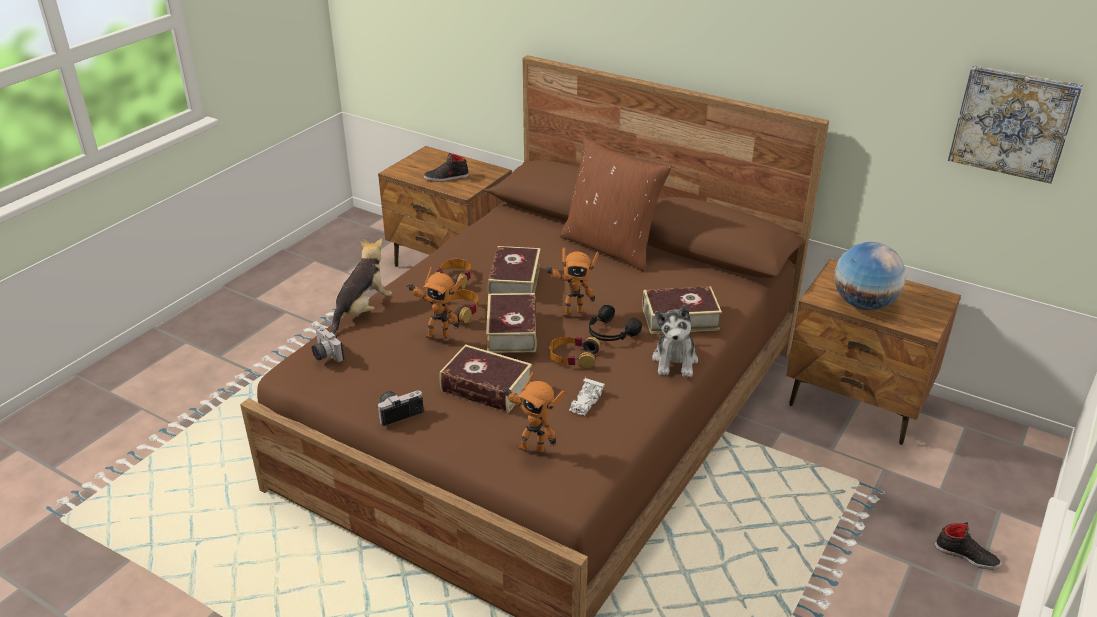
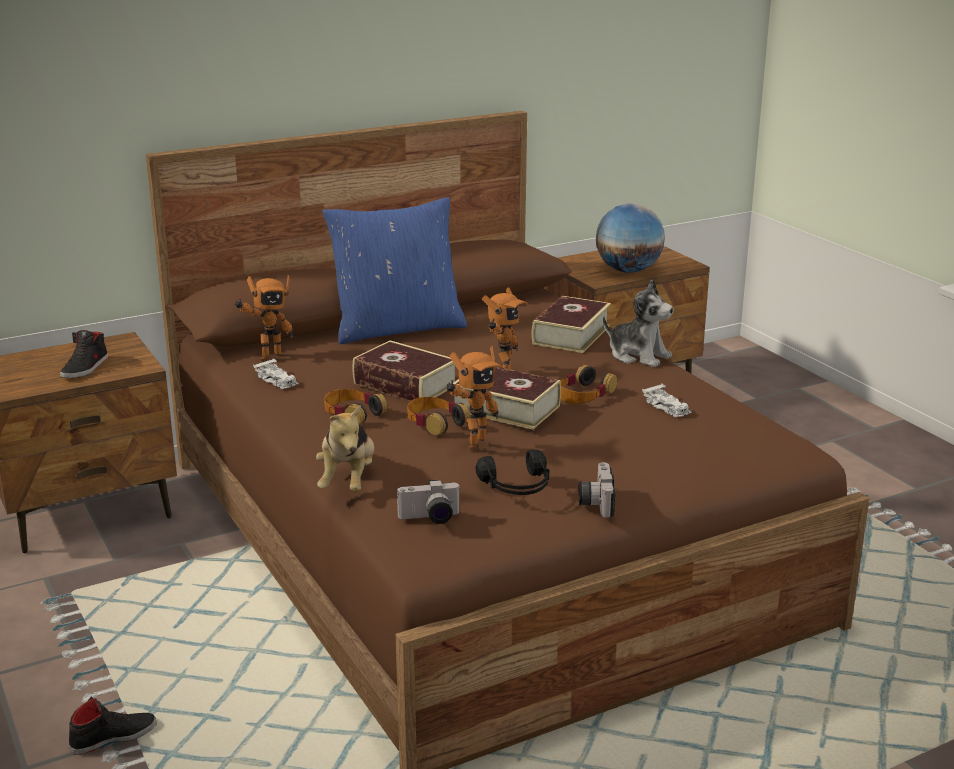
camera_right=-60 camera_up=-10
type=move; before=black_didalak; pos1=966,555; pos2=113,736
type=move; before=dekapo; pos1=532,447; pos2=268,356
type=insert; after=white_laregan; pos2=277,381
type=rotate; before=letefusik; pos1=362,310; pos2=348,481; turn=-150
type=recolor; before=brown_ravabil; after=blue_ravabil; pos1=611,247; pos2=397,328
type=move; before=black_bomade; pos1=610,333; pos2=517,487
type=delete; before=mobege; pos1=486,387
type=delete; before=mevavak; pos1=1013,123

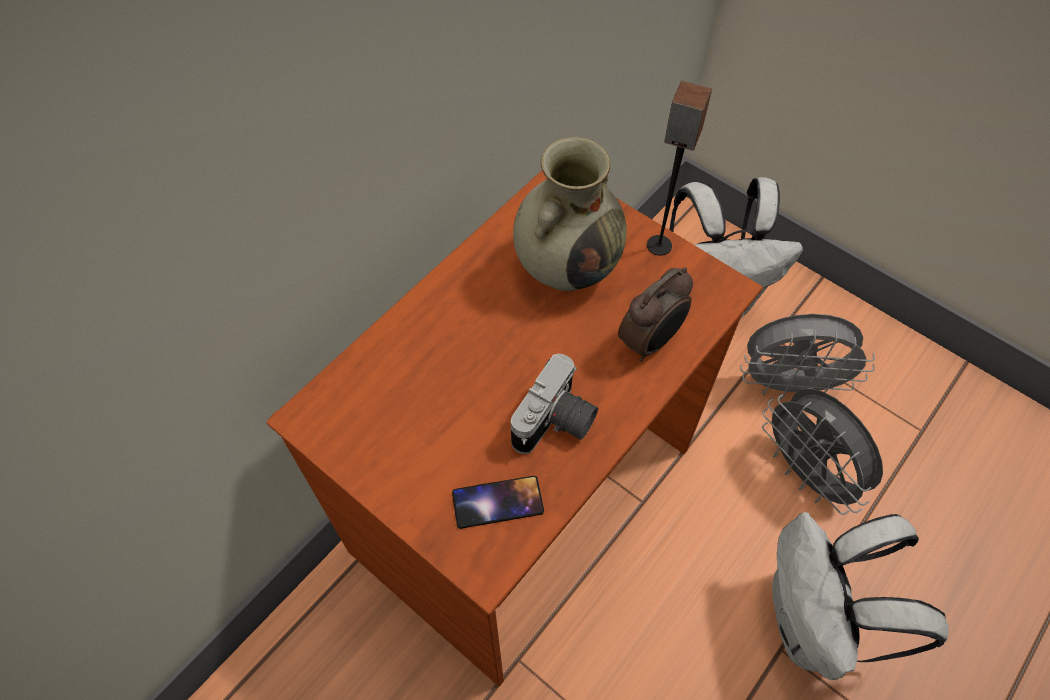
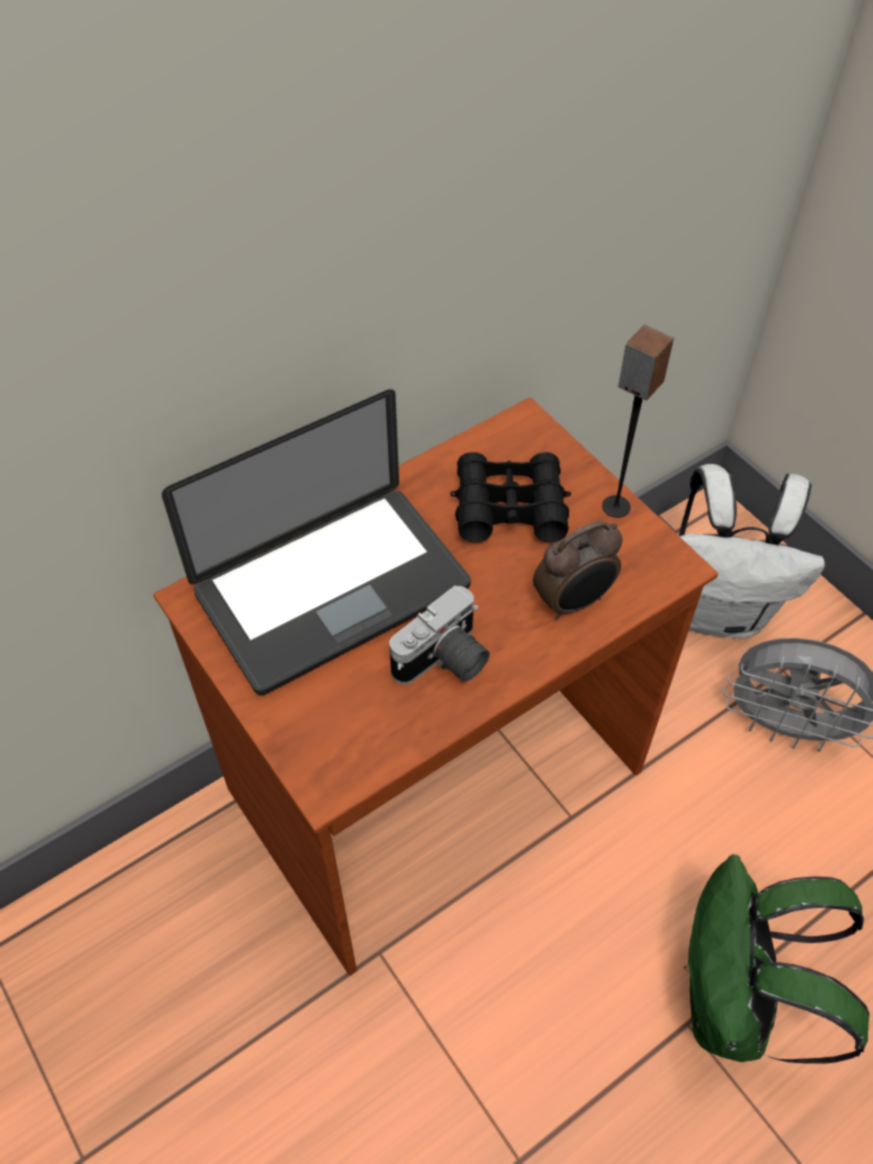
camera_right=15 camera_up=-5
type=insert; after=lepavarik; pos2=332,590
type=replace; before=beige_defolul; after=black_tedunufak; pos1=567,266; pos2=509,507
type=recolor; before=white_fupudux; after=green_fupudux; pos1=811,623; pos2=733,1005
type=delete; before=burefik; pos1=497,502
type=delete; before=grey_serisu; pos1=806,472

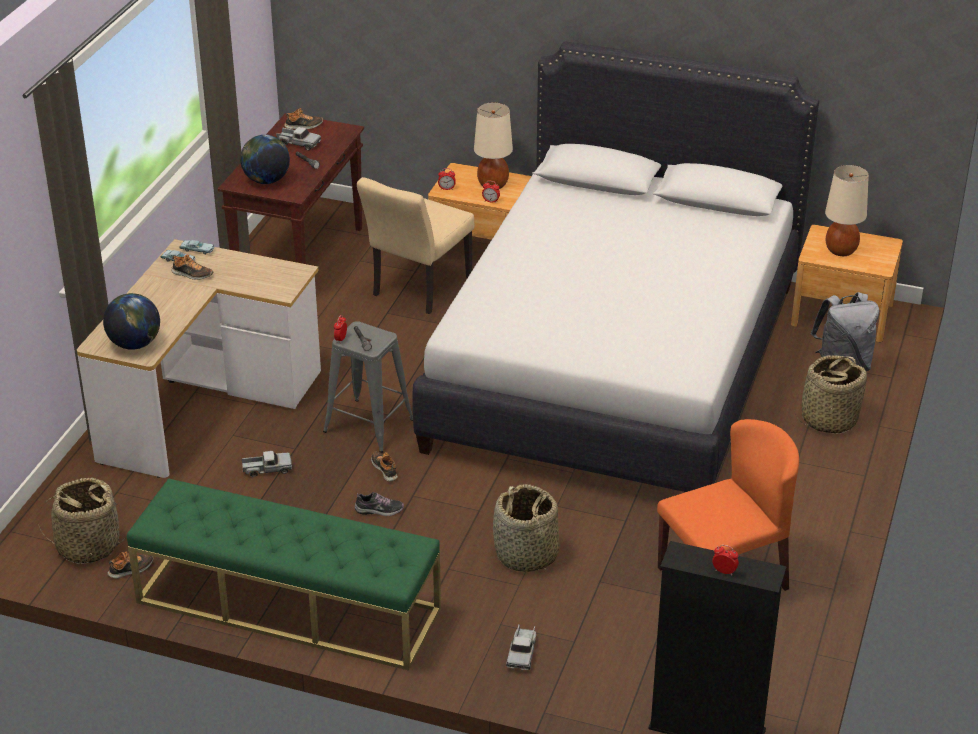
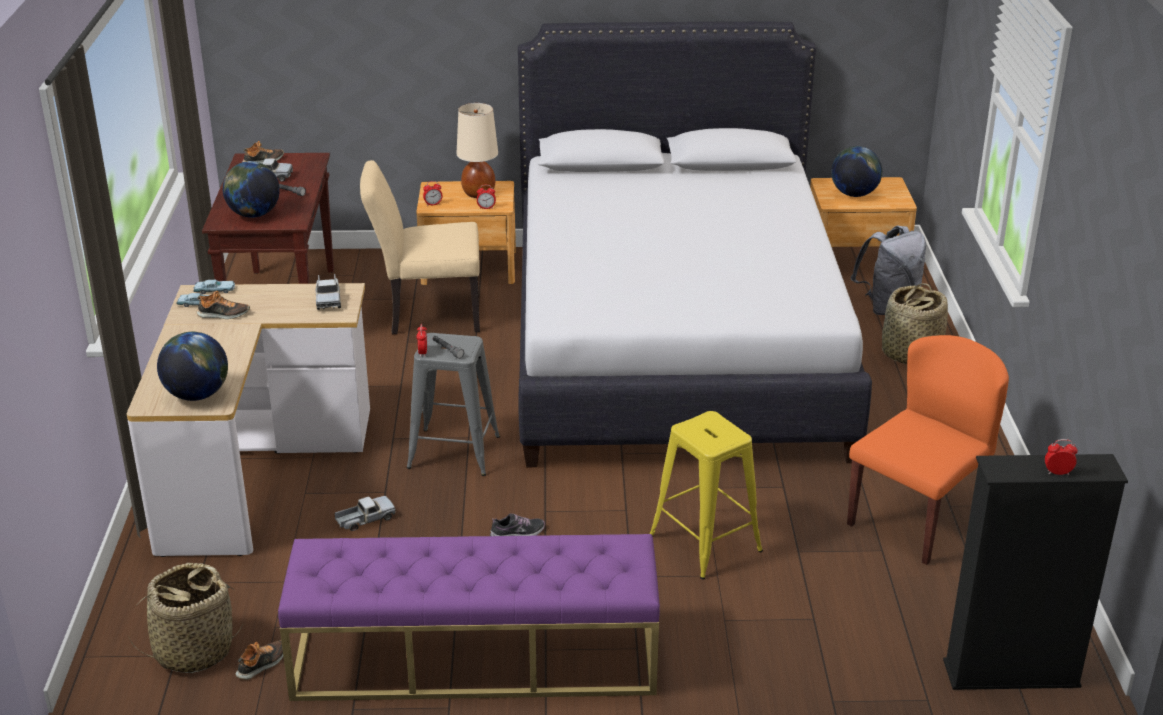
camera_right=-20 camera_up=-5
type=recolor; before=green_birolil; after=purple_birolil; pos1=287,605; pos2=474,659
type=move; before=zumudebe; pos1=522,653; pos2=328,299
type=rotate; before=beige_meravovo; pos1=417,290; pos2=426,315; turn=75
type=replace; before=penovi; after=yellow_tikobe; pos1=526,555; pos2=705,543
type=replace; before=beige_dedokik; after=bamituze; pos1=841,250; pos2=854,194
type=delete; before=didalak; pos1=385,469

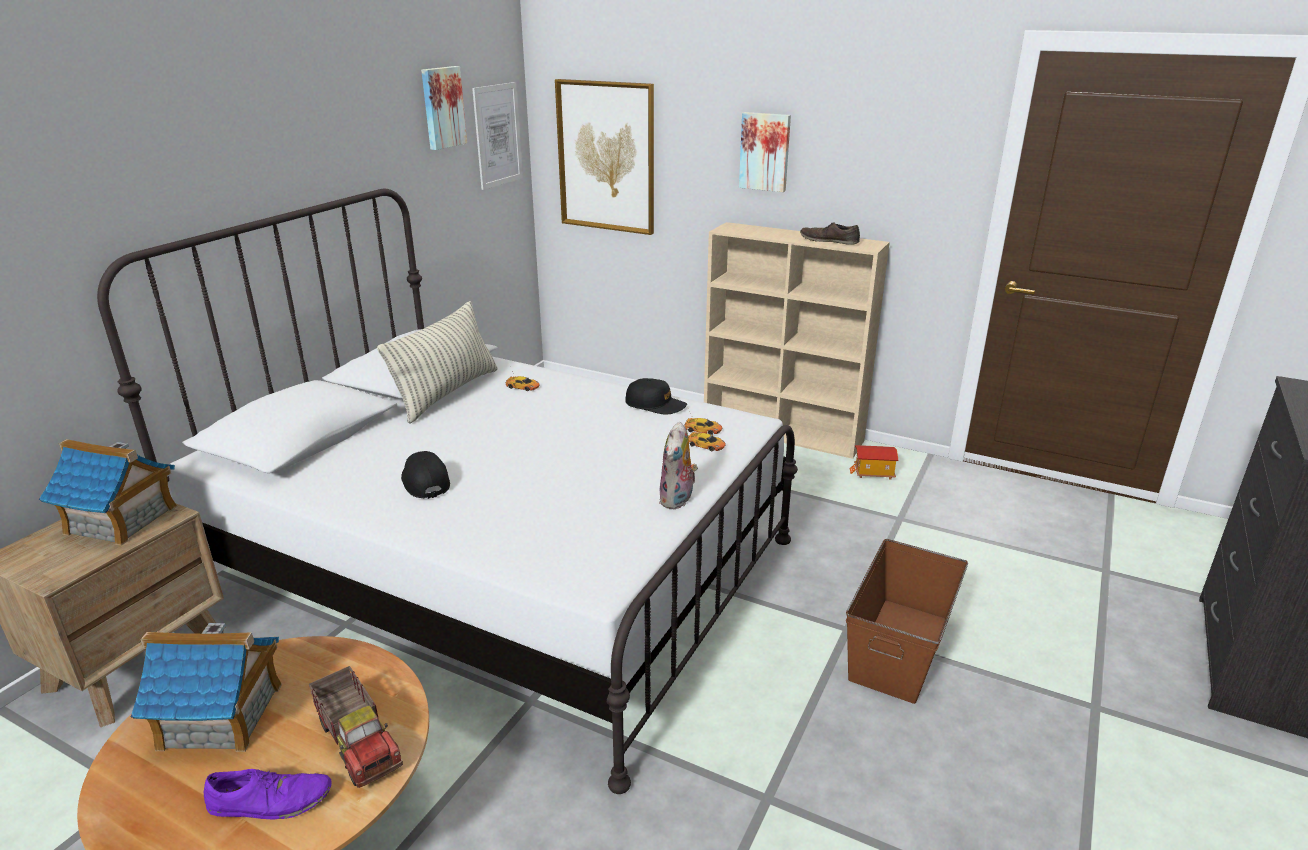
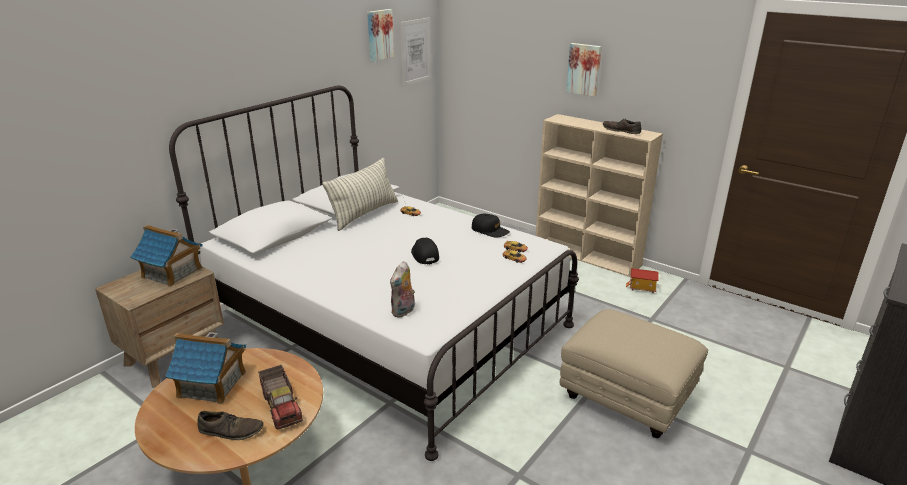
camera_right=10 camera_up=0
type=recolor; before=purple_didalak; after=brown_didalak; pos1=271,801; pos2=231,430
type=move; before=letefusik; pos1=678,500; pos2=404,311
type=move; before=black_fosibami; pos1=425,482; pos2=424,255
type=replace; before=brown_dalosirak; after=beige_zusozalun; pos1=900,647; pos2=628,399
type=delete; before=mevavak; pos1=606,157

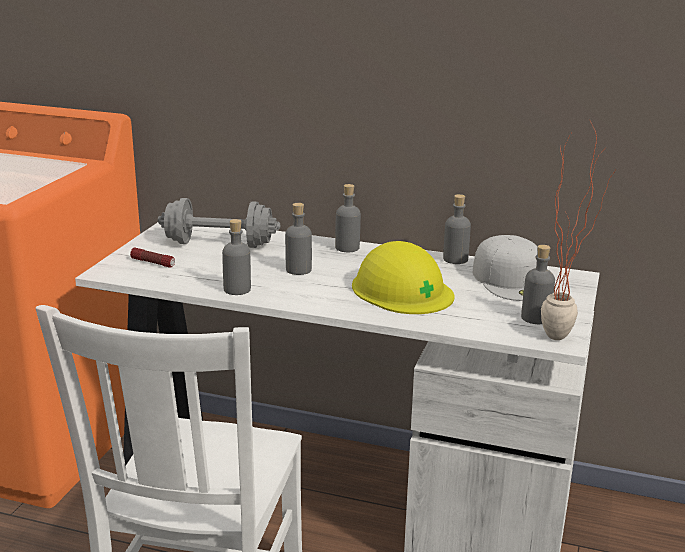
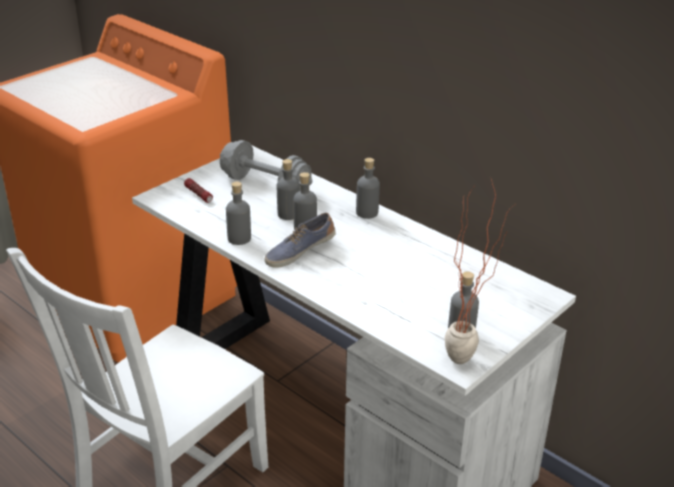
camera_right=25 camera_up=10
type=insert; after=didalak; pos2=299,252
type=move; before=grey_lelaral; pos1=455,259; pos2=288,214
type=delete; before=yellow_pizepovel; pos1=402,290
type=delete; before=white_fosibami; pos1=513,280

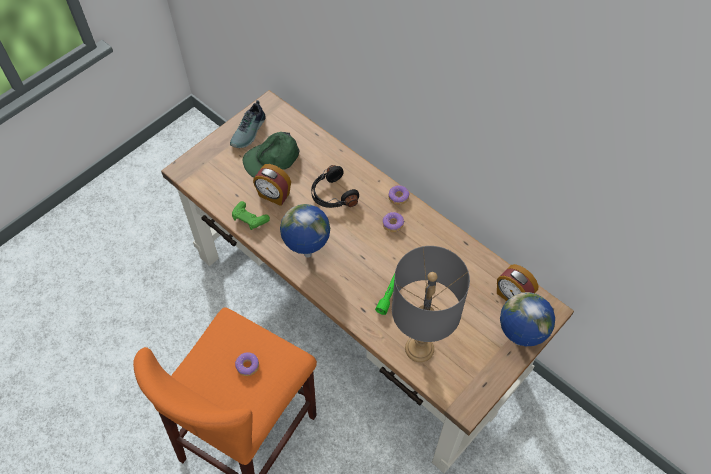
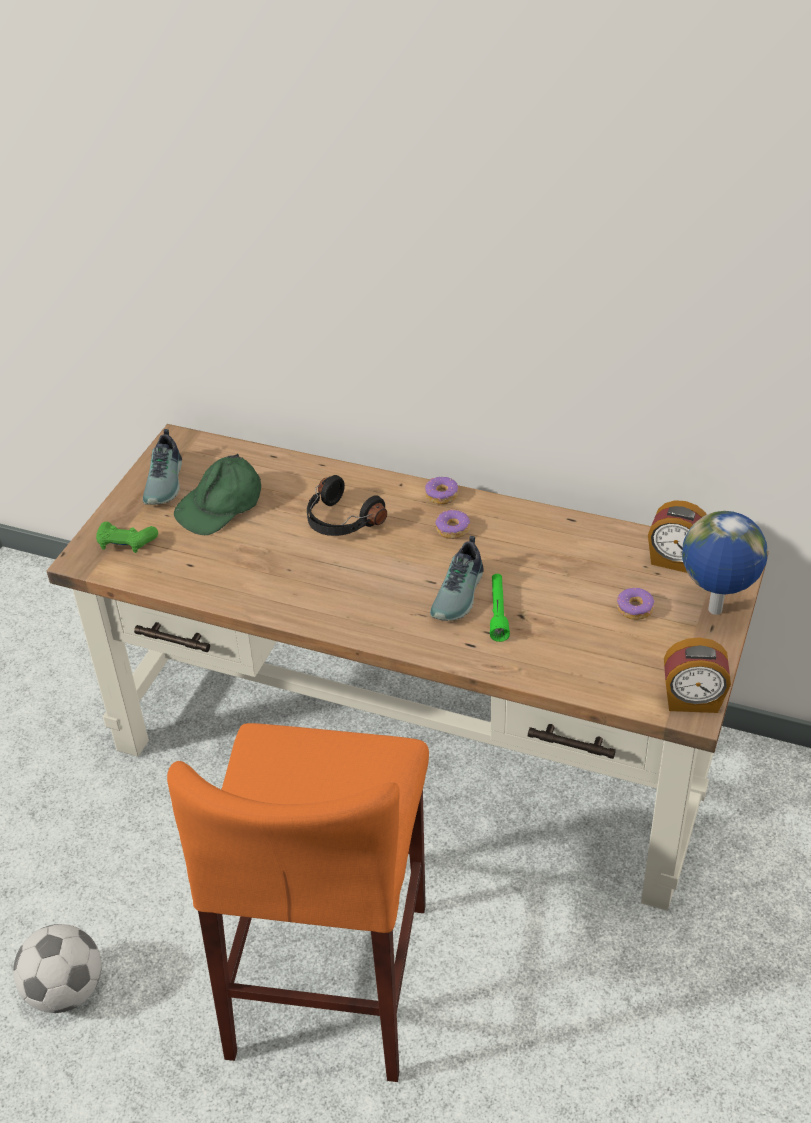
camera_right=-20 camera_up=-15
type=insert; after=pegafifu; pos2=66,990
type=move; before=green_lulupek; pos1=249,219; pos2=126,543
type=insert; after=didalak; pos2=460,594
type=move; before=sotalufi; pos1=247,366; pos2=635,609
type=move; before=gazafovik; pos1=273,195; pos2=692,701
type=delete; before=bamituze; pos1=307,255
type=delete; before=grey_dedokik; pos1=420,349

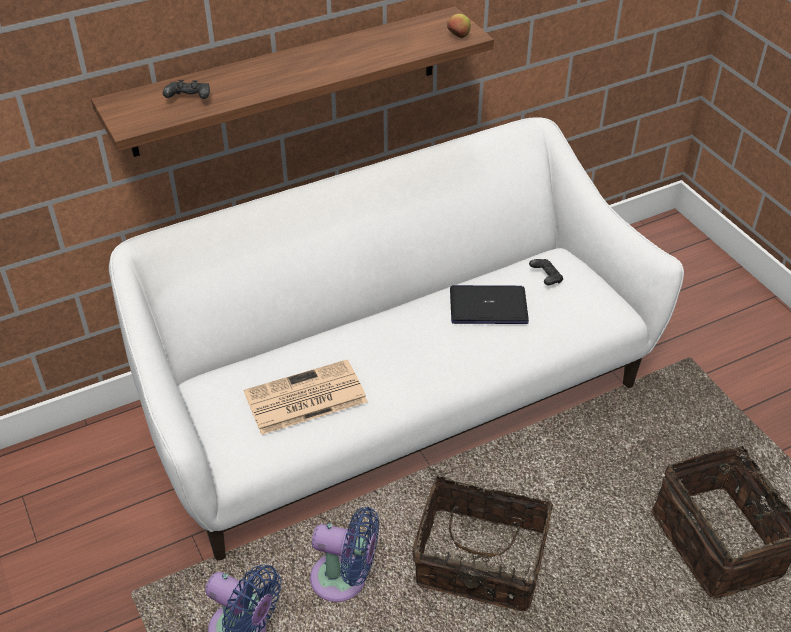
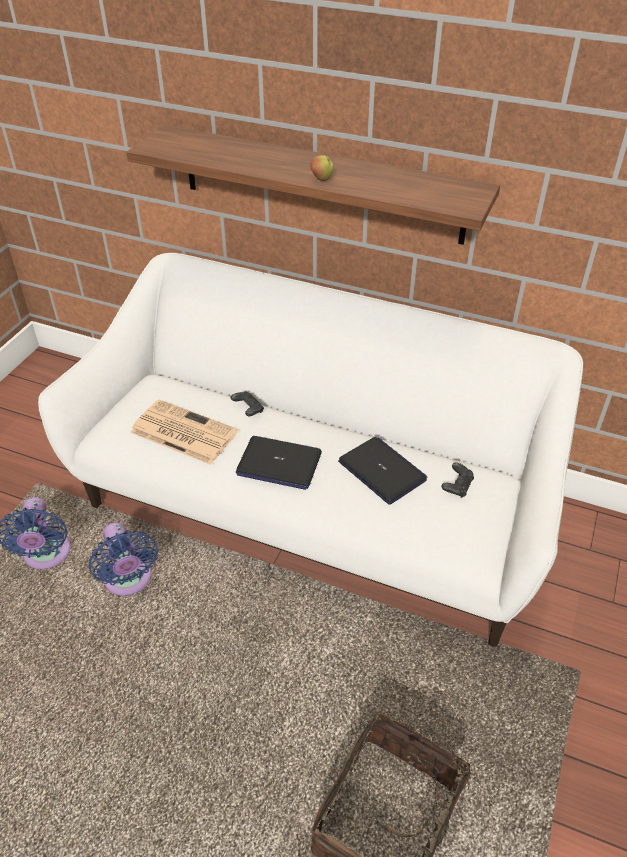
camera_right=50 camera_up=0
type=move; before=black_lulupek; pos1=189,100; pos2=248,409
type=insert; after=lepavarik; pos2=278,464
type=move; before=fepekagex; pos1=458,37; pos2=321,179
type=delete; before=penovi; pos1=479,566

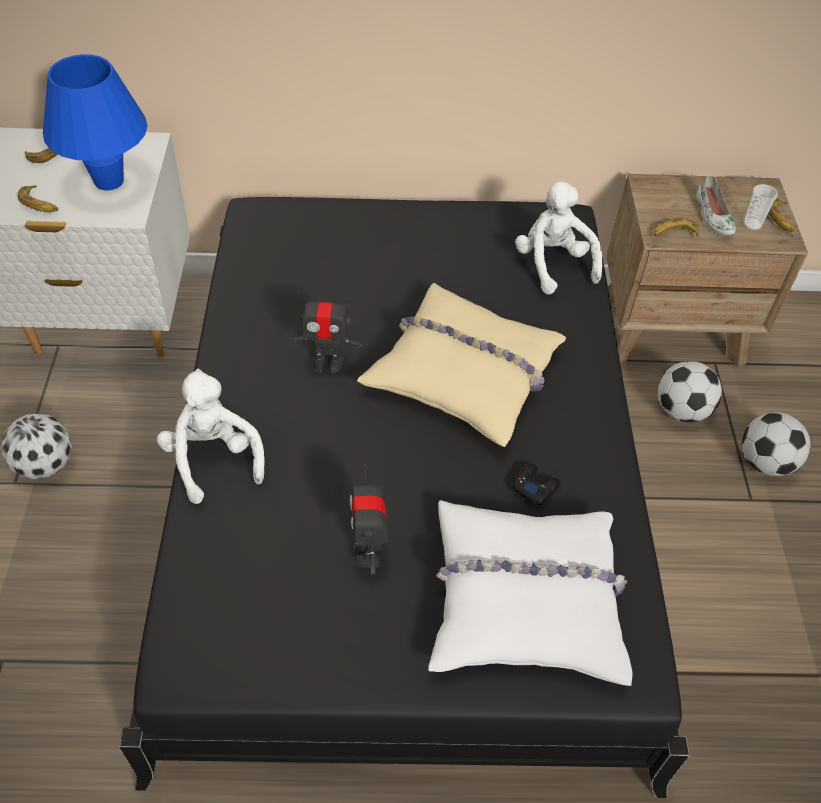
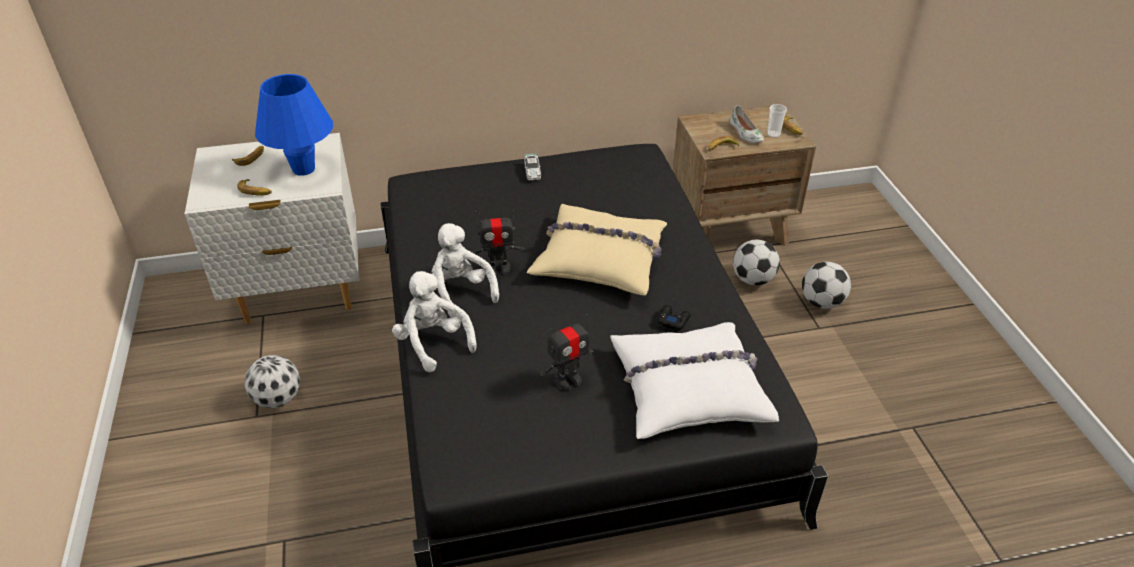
camera_right=-10 camera_up=-10
type=move; before=white_letefusik; pos1=553,264; pos2=459,292
type=insert; after=laregan; pos2=532,171
type=rotate; before=dekapo; pos1=368,552; pos2=568,380; turn=-105

